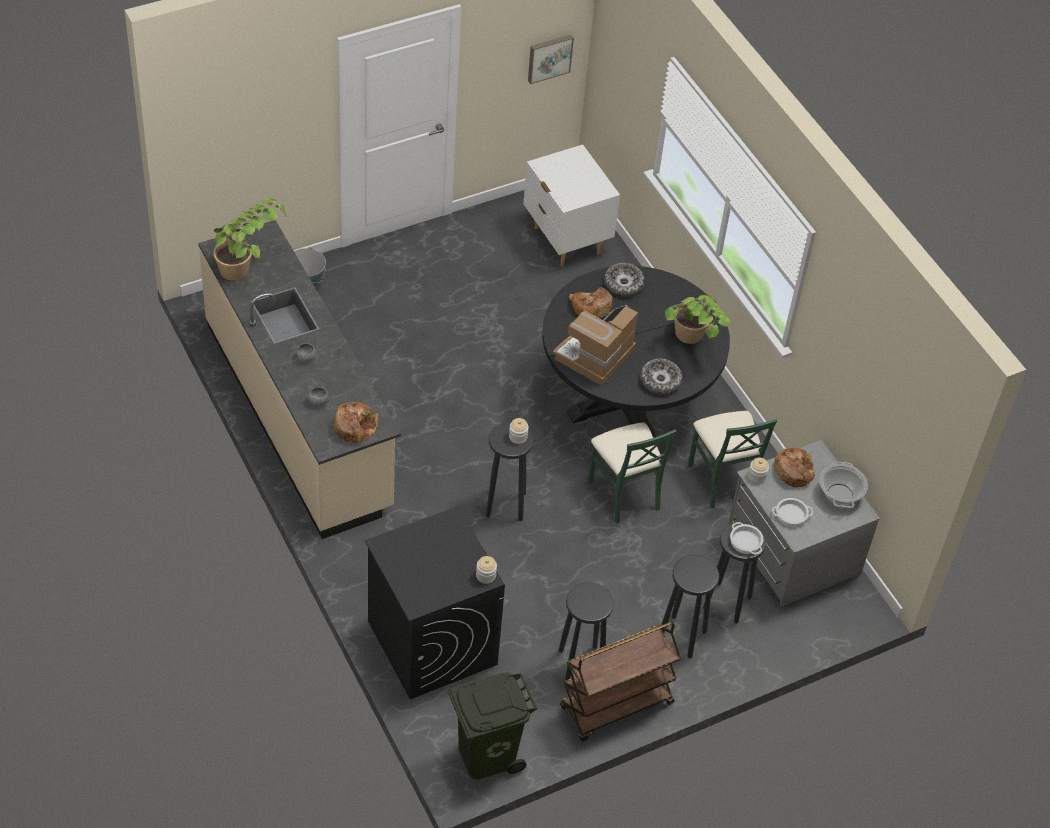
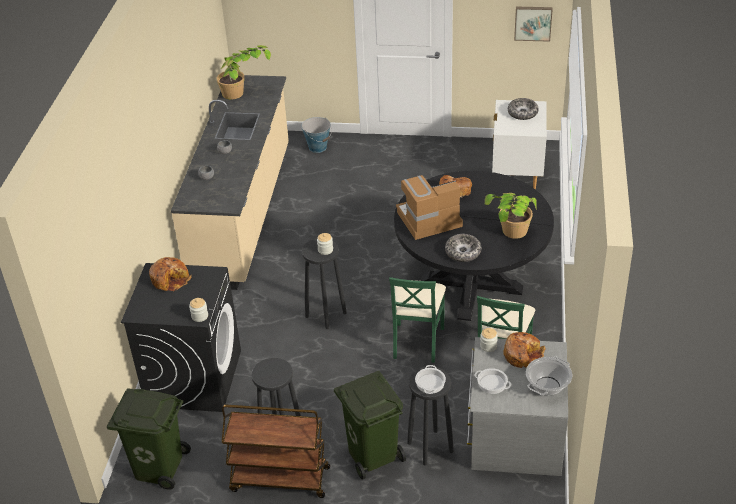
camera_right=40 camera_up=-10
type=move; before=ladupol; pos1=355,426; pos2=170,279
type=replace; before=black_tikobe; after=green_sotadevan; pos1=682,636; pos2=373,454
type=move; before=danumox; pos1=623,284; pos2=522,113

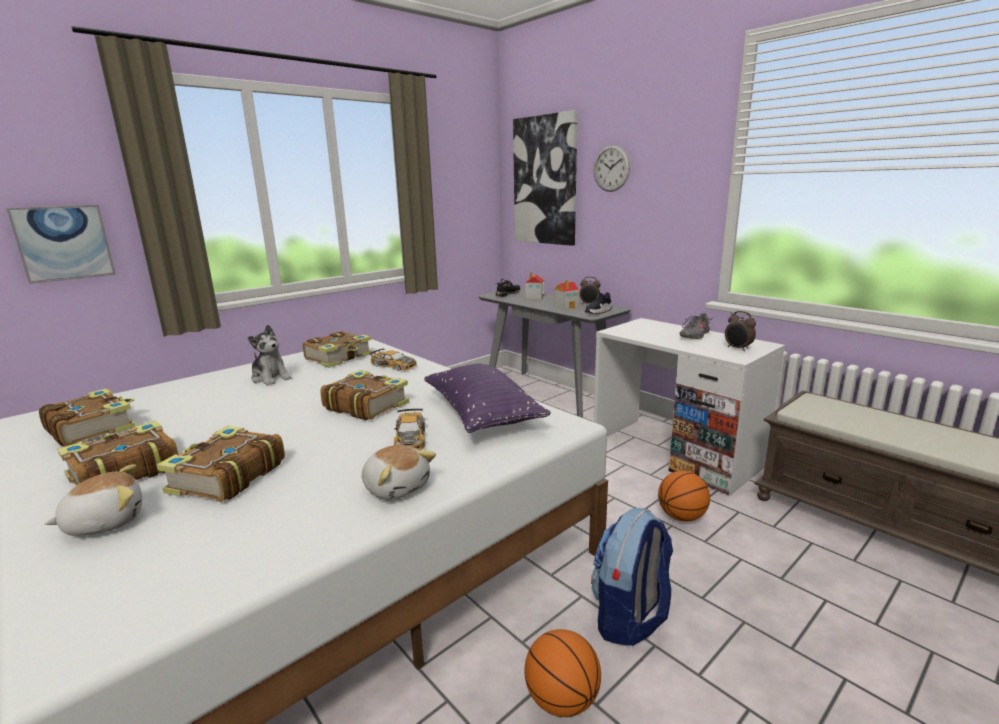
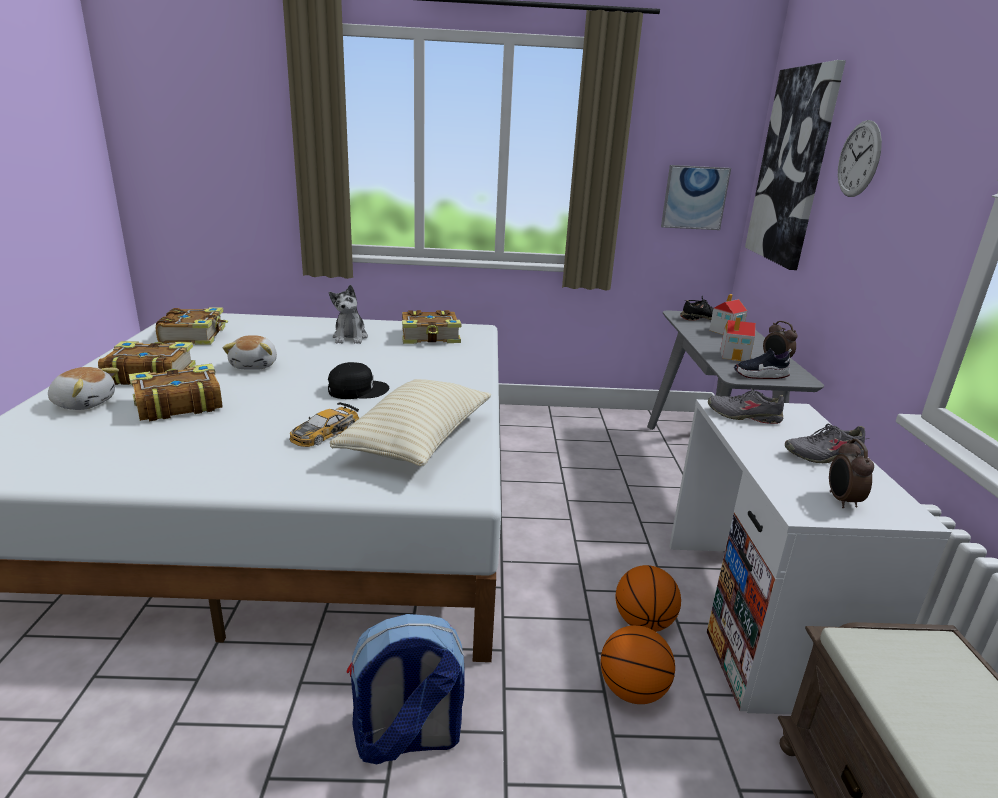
camera_right=40 camera_up=5
type=move; before=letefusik; pos1=397,487; pos2=255,365
type=replace; before=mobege; after=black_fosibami; pos1=366,405; pos2=357,389
type=recolor; before=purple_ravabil; after=beige_ravabil; pos1=482,414; pos2=417,440
type=move; before=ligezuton; pos1=562,700; pos2=643,623
type=move; before=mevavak; pos1=64,243; pos2=694,197
type=insert; after=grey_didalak; pos2=743,416
type=delete; before=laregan; pos1=394,365

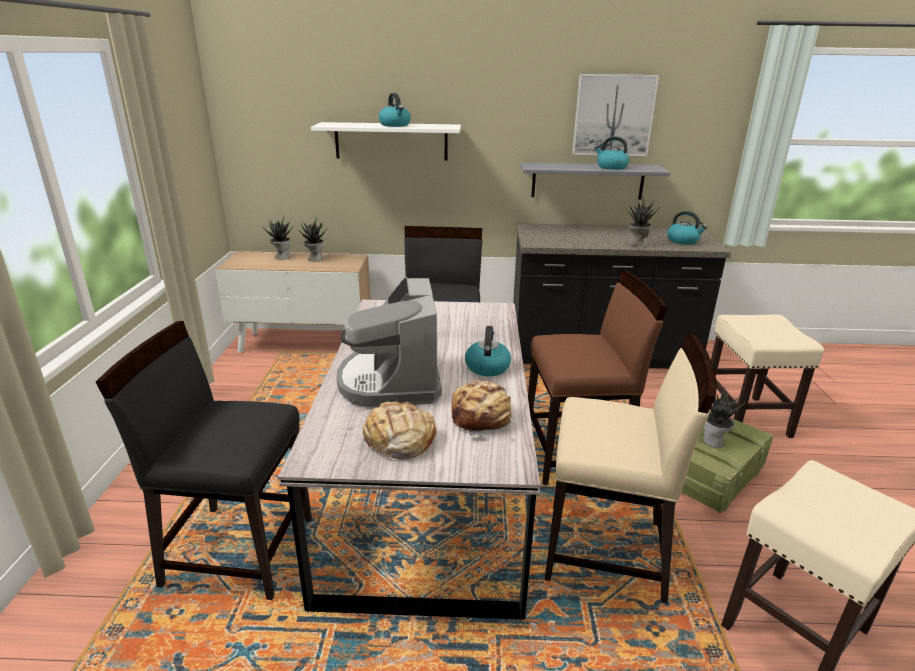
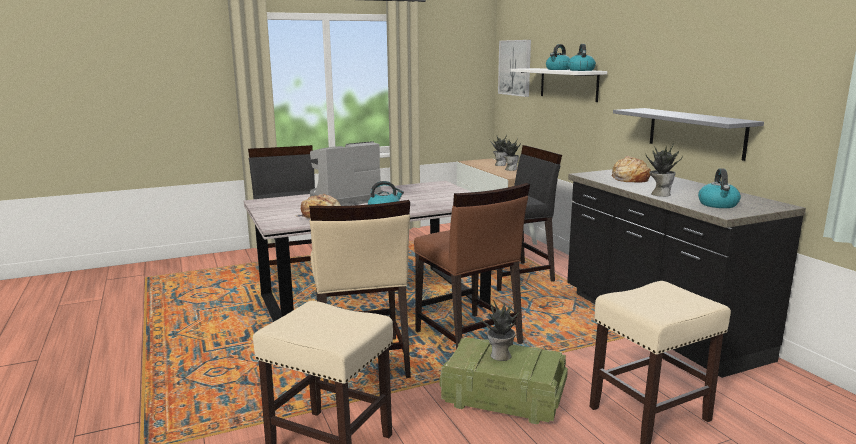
camera_right=65 camera_up=-10
type=move; before=mevavak; pos1=613,115; pos2=515,67
type=move; before=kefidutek; pos1=611,167; pos2=580,70
type=move; before=ladupol; pos1=399,440; pos2=629,179

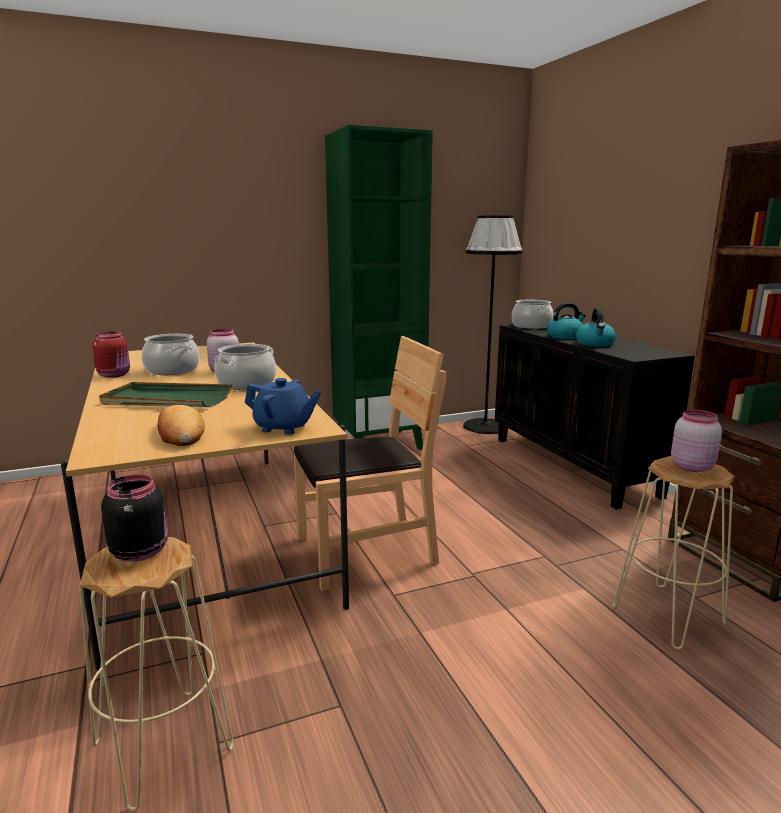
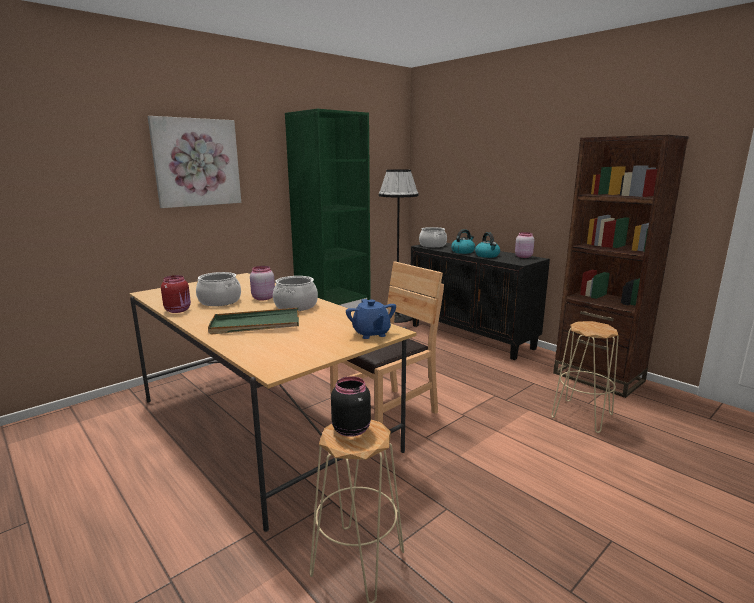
camera_right=-20 camera_up=0
type=insert; after=mevavak; pos2=196,162
type=rotate; before=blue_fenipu; pos1=283,428; pos2=371,334; turn=75
type=move; before=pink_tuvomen; pos1=691,466; pos2=523,256
type=delete; before=ladupol; pos1=180,433

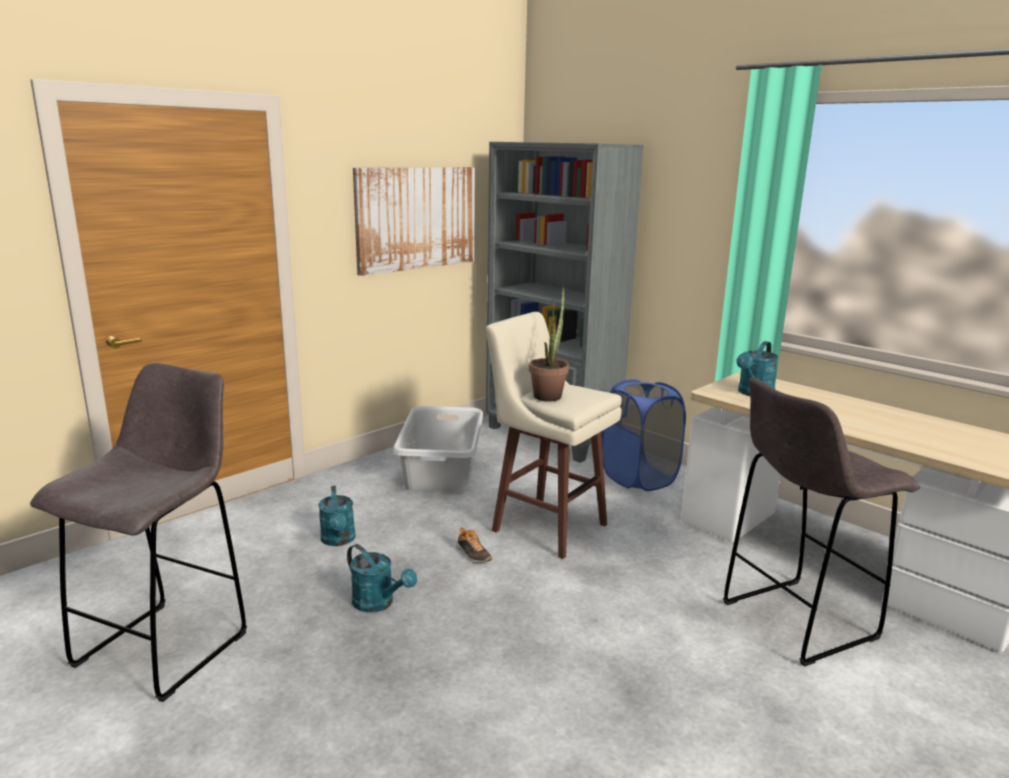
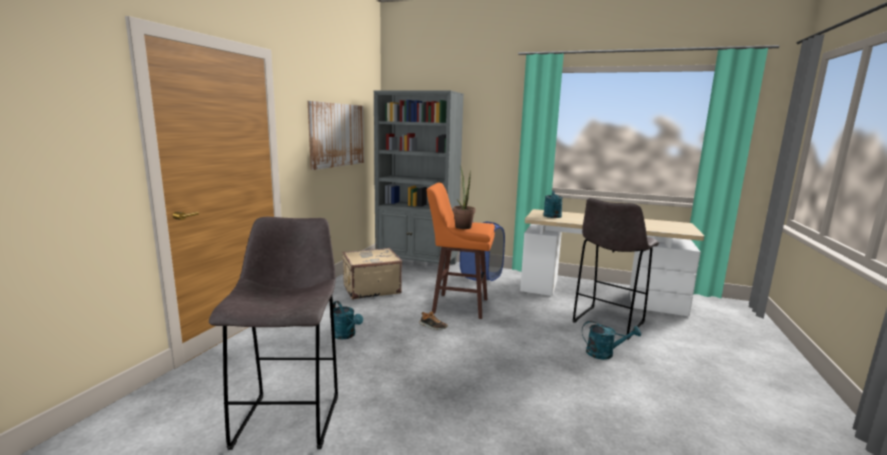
camera_right=-25 camera_up=-5
type=replace; before=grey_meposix; after=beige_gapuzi; pos1=440,470; pos2=371,289
type=recolor; before=beige_tikobe; after=orange_tikobe; pos1=547,526; pos2=458,305
type=move; before=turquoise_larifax; pos1=379,603; pos2=604,354

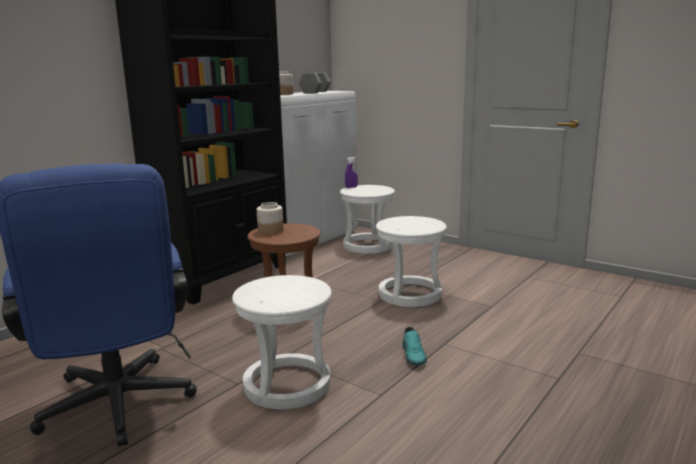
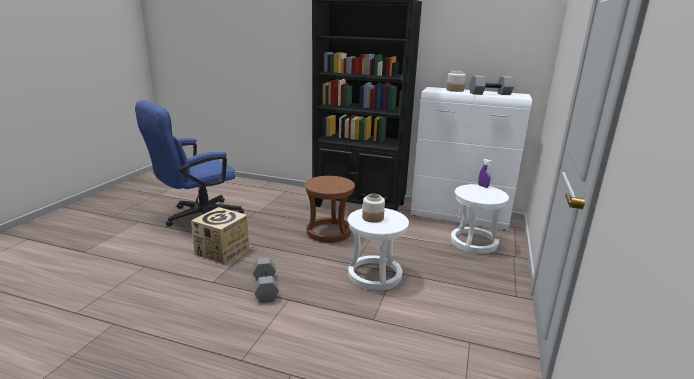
camera_right=70 camera_up=5
type=replace; before=white_tikobe; after=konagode; pos1=287,384; pos2=222,251
type=replace; before=turquoise_didalak; after=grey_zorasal; pos1=414,355; pos2=266,288
type=move; before=tuvomen; pos1=270,231; pos2=372,218

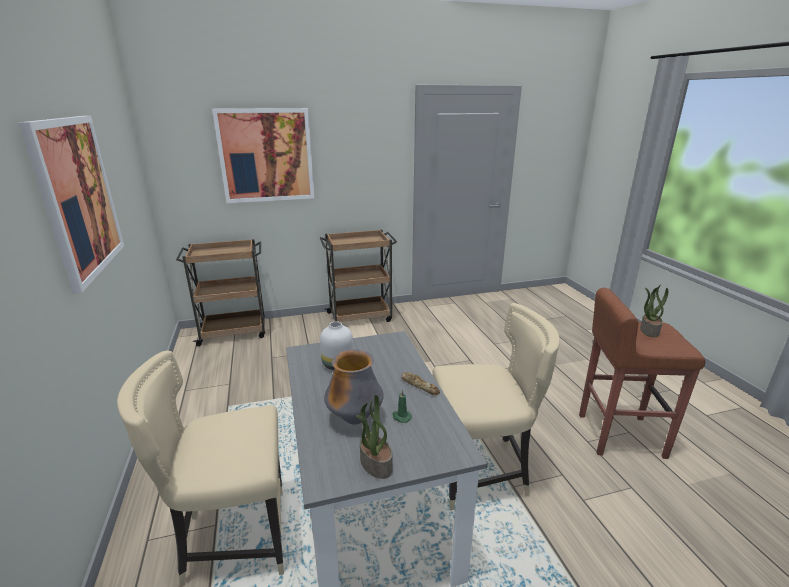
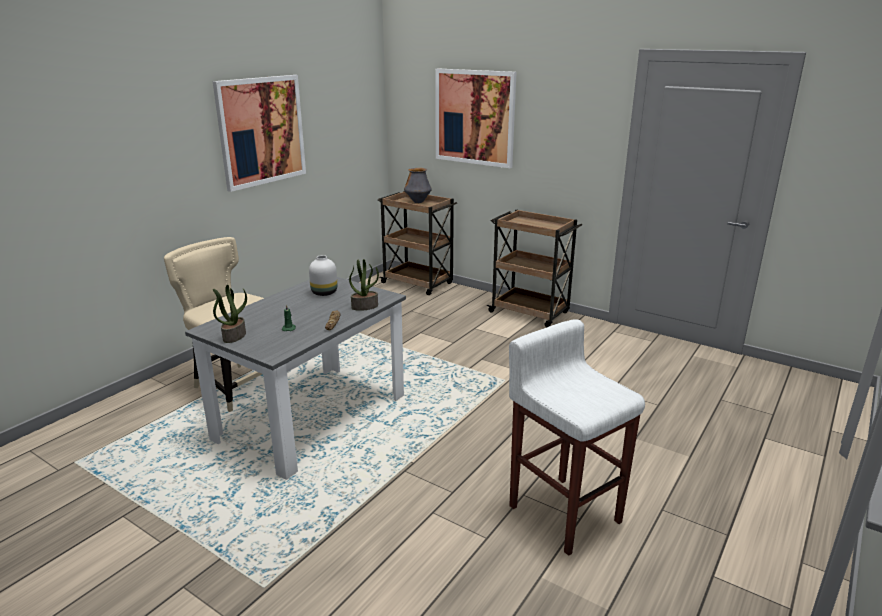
camera_right=50 camera_up=0
type=move; before=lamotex; pos1=649,330; pos2=365,306
type=move; before=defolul; pos1=355,418; pos2=418,202
type=recolor; before=brown_tikobe; after=white_tikobe; pos1=618,434; pos2=564,512
type=delete; before=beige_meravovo; pos1=481,473

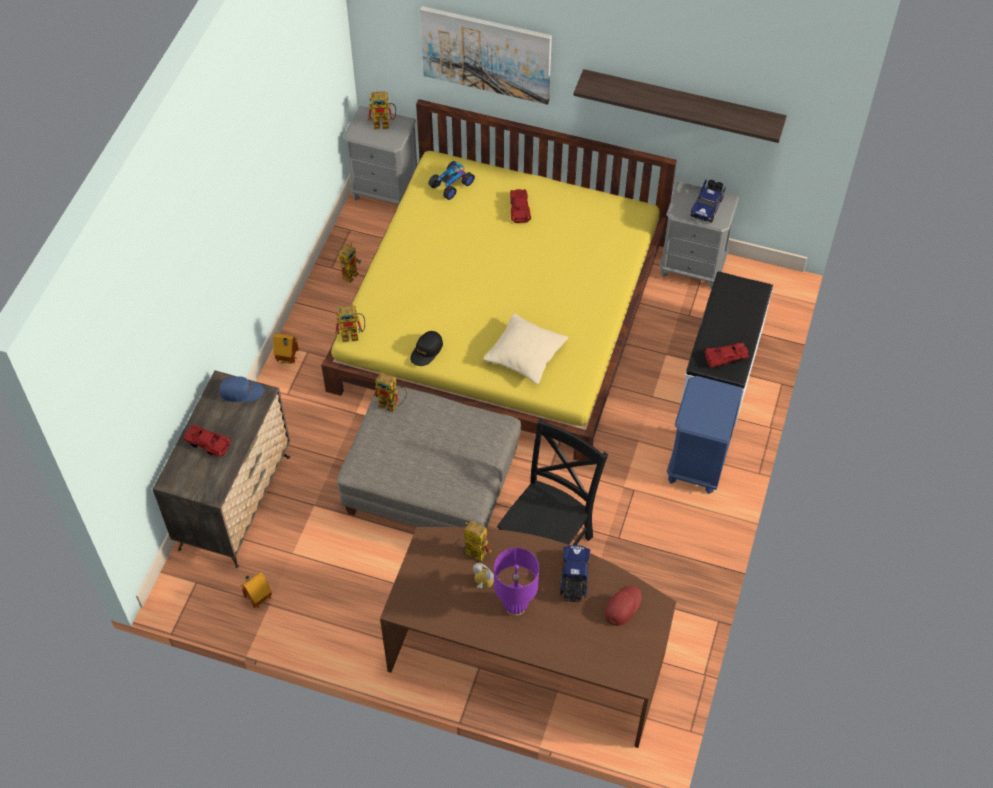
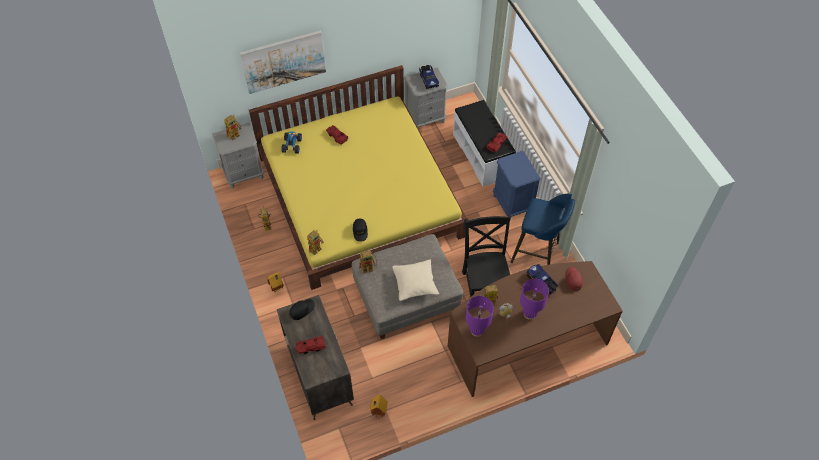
camera_right=-40 camera_up=0
type=recolor; before=blue_fosibami; after=black_fosibami; pos1=241,392; pos2=302,310
type=move; before=beige_ravabil; pos1=525,355; pos2=415,283
type=insert; after=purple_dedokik; pos2=476,331
type=insert; after=blue_tikobe; pos2=538,253
type=delete; before=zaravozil; pos1=682,104

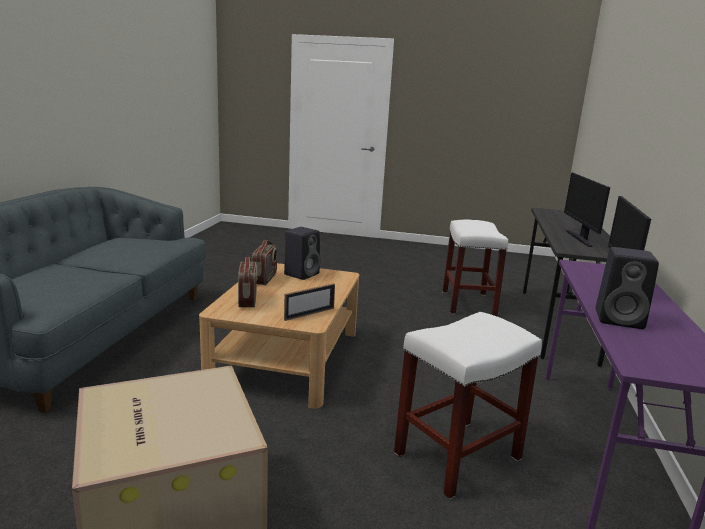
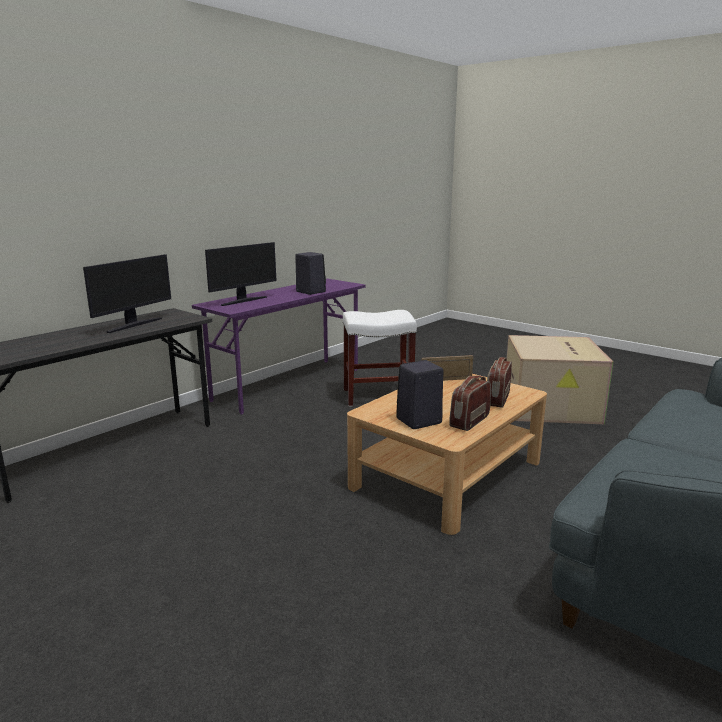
camera_right=-150 camera_up=0
type=delete; before=white_tikobe; pos1=467,303

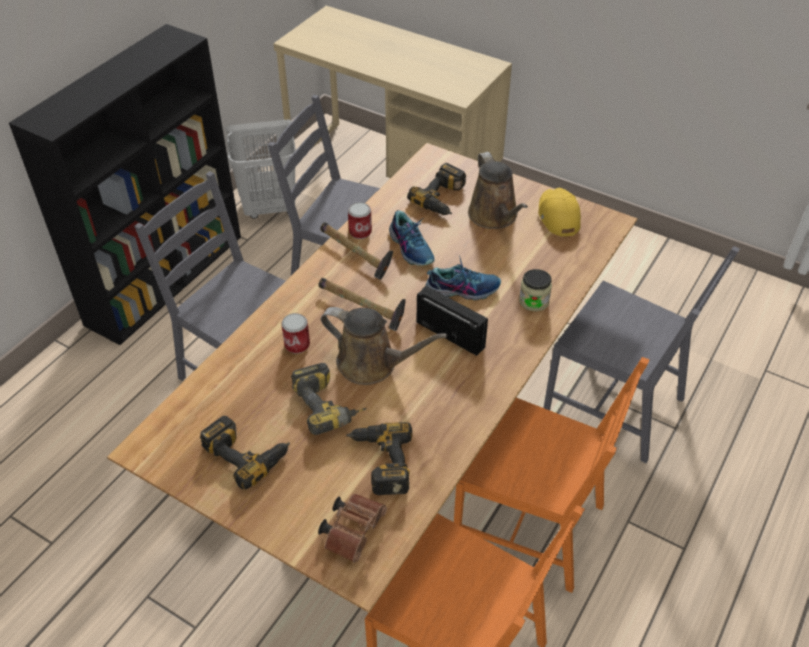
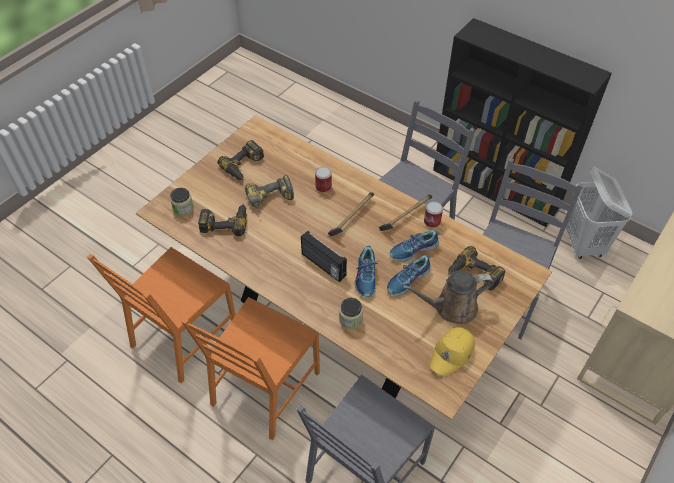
camera_right=95 camera_up=5
type=replace; before=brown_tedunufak; after=tuvomen; pos1=354,530; pos2=183,208
type=rotate; before=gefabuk; pos1=451,334; pos2=323,265; turn=90
type=insert; after=didalak; pos2=408,280
type=rotate; before=yellow_fosibami; pos1=557,216; pos2=452,353; turn=135
type=delete; before=brown_larifax; pos1=372,364

